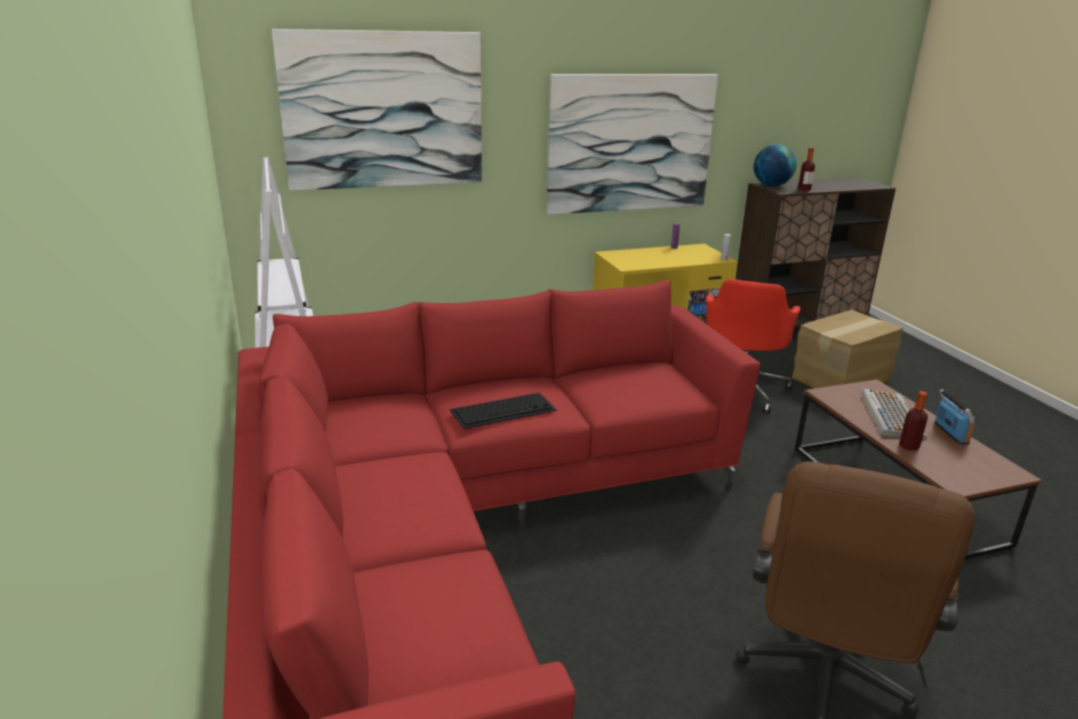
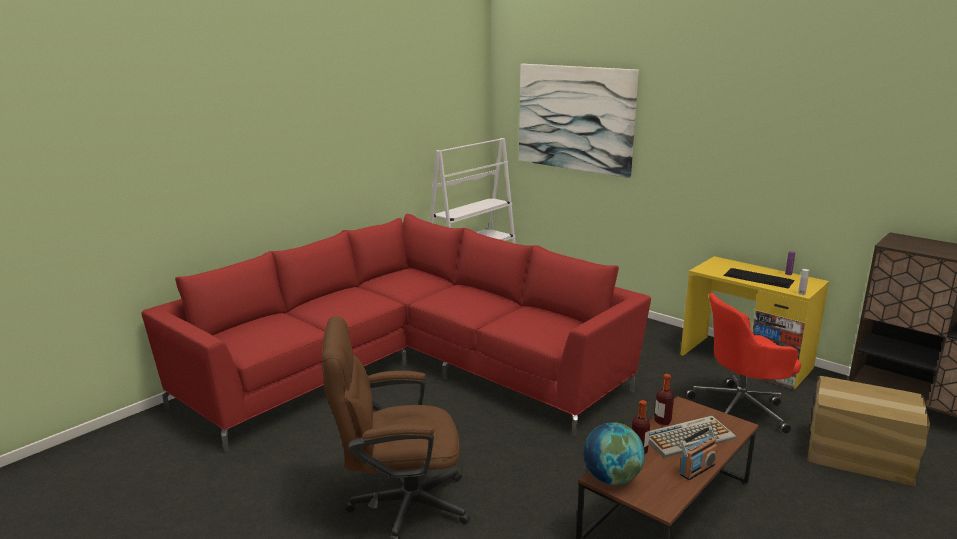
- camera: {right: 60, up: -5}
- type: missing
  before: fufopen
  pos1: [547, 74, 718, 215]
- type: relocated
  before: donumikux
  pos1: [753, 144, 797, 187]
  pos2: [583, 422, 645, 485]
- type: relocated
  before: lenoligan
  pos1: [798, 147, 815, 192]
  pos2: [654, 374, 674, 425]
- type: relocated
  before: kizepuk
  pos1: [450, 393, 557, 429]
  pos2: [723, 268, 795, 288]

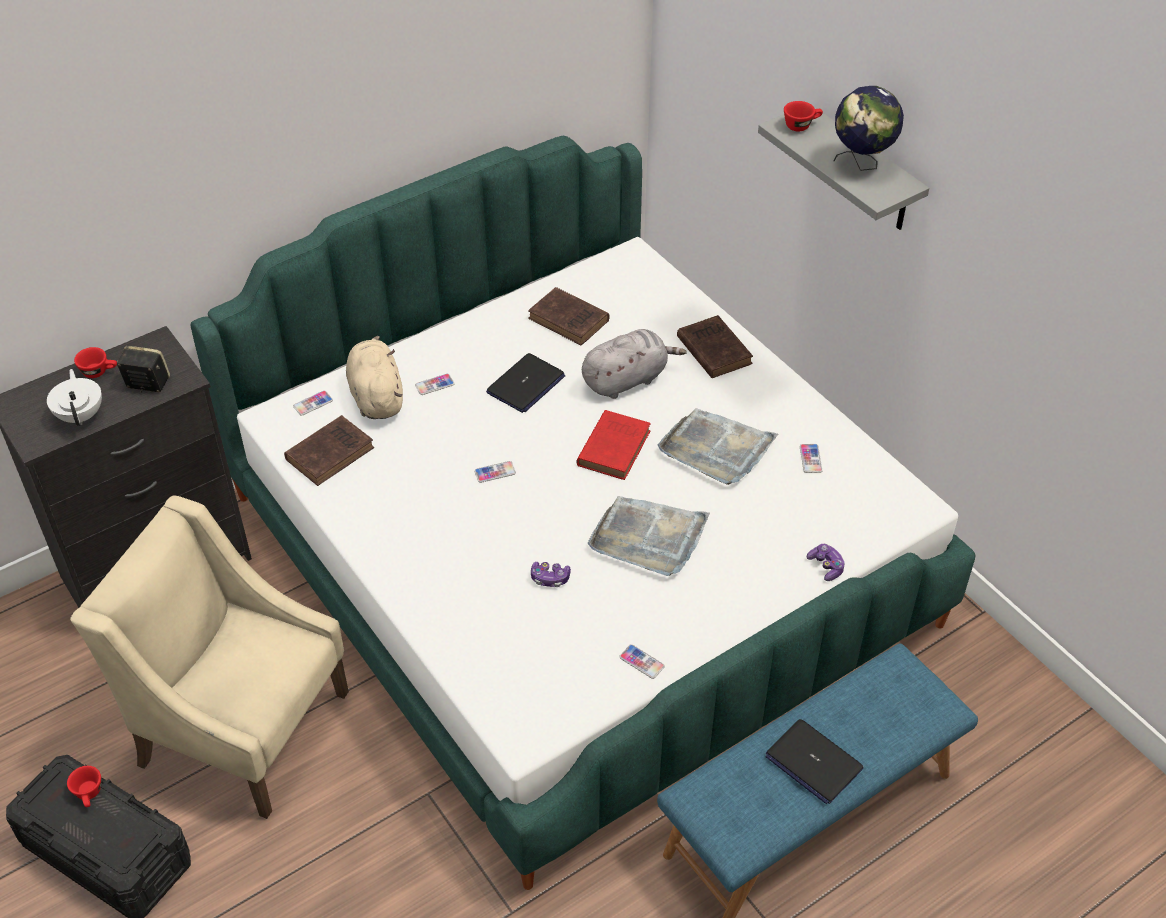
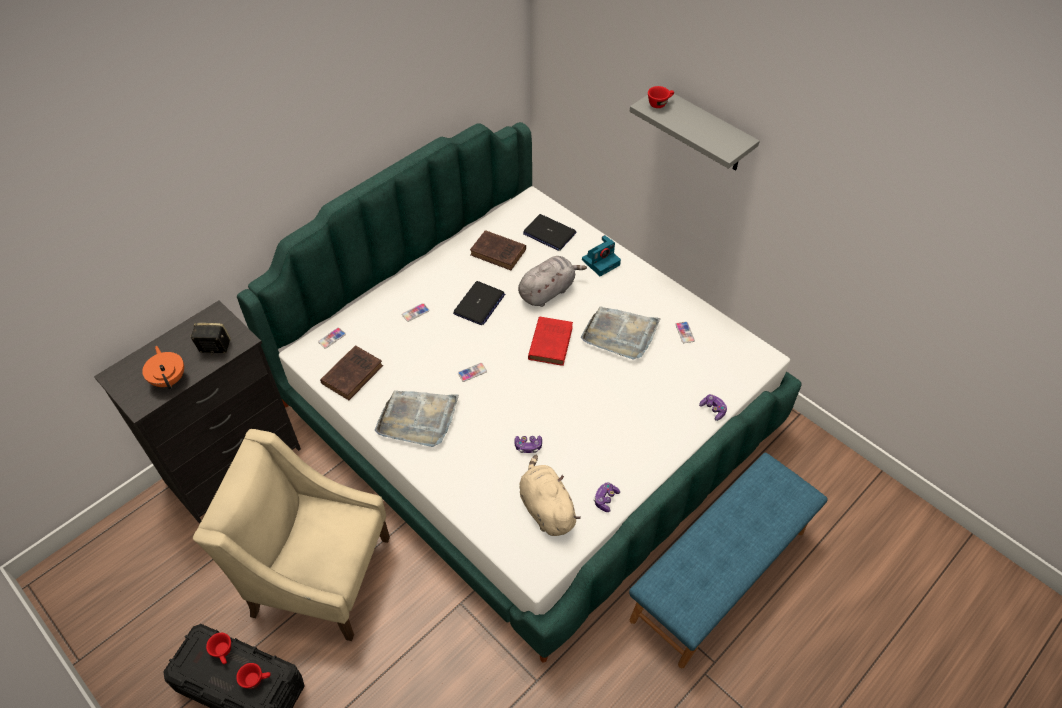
- camera: {right: -10, up: 5}
- type: missing
  before: donumikux
  pos1: [833, 86, 904, 171]
- type: exchanged
  before: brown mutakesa
  after: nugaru
  pos1: [677, 315, 753, 378]
  pos2: [582, 235, 621, 276]
- type: relocated
  before: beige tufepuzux
  pos1: [346, 336, 403, 419]
  pos2: [520, 455, 581, 536]
- type: relocated
  before: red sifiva
  pos1: [74, 347, 117, 378]
  pos2: [236, 663, 271, 689]
- type: colour
  before: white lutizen
  after: orange lutizen
  pos1: [47, 369, 102, 426]
  pos2: [142, 346, 184, 390]
- type: relocated
  before: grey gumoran
  pos1: [588, 496, 710, 576]
  pos2: [375, 390, 459, 447]
- type: exchanged
  before: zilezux
  after: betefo
  pos1: [619, 644, 665, 679]
  pos2: [594, 482, 620, 512]
- type: relocated
  before: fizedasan
  pos1: [765, 719, 864, 804]
  pos2: [523, 214, 576, 251]

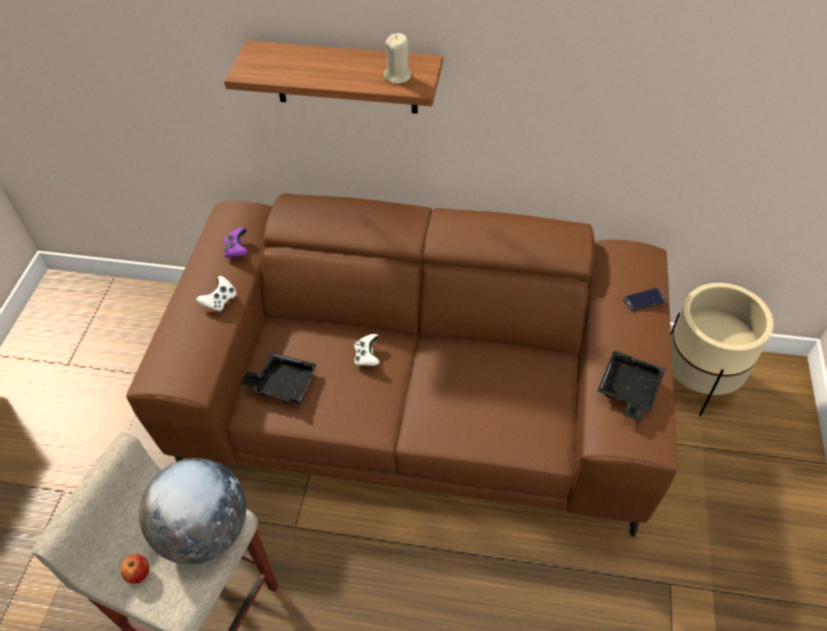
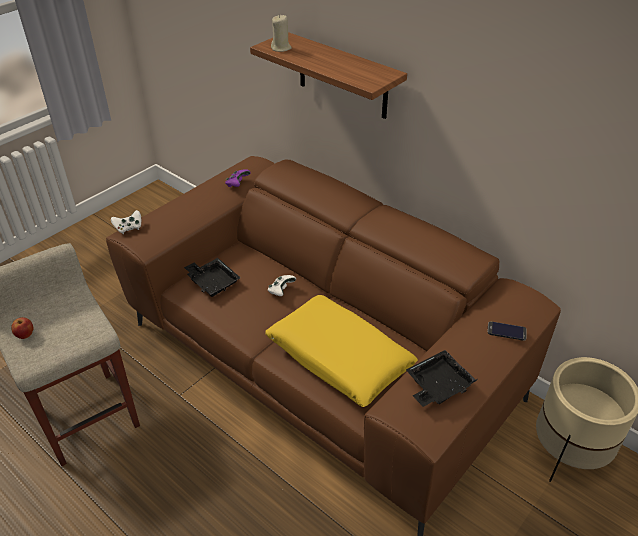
- camera: {right: 30, up: -10}
- type: relocated
  before: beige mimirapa
  pos1: [384, 33, 411, 84]
  pos2: [271, 15, 292, 52]
- type: relocated
  before: white betefo
  pos1: [196, 276, 237, 312]
  pos2: [111, 210, 141, 234]
- type: missing
  before: donumikux
  pos1: [139, 458, 246, 564]
- type: appeared
  after: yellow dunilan
  pos2: [265, 295, 418, 407]

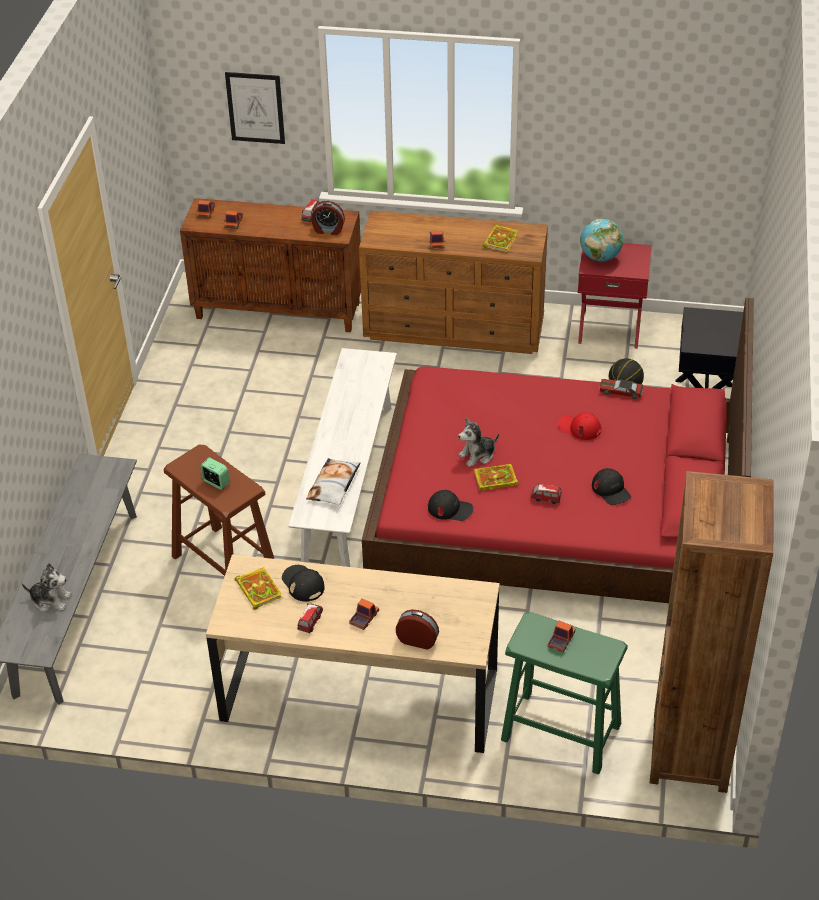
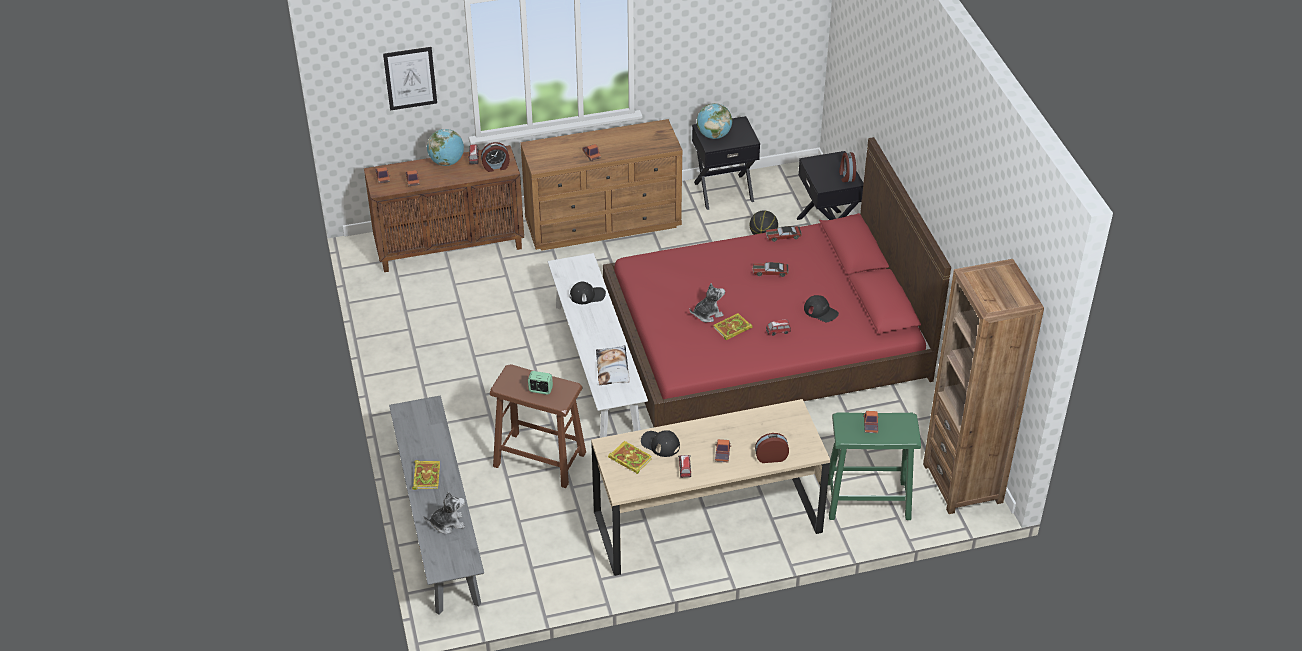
- camera: {right: -25, up: 0}
- type: relocated
  before: mutakesa
  pos1: [482, 224, 519, 252]
  pos2: [412, 460, 440, 490]
- type: colour
  before: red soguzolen
  after: black soguzolen
  pos1: [578, 243, 652, 349]
  pos2: [692, 116, 760, 210]
- type: exchanged
  before: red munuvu
  after: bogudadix
  pos1: [558, 412, 601, 440]
  pos2: [753, 262, 789, 277]
- type: spun
  before: tufepuzux
  pos1: [458, 418, 499, 467]
  pos2: [690, 283, 725, 322]
  turn: -150
- type: relocated
  before: black munuvu
  pos1: [428, 490, 473, 521]
  pos2: [570, 281, 606, 304]
- type: appeared
  after: donumikux
  pos2: [427, 129, 464, 166]
- type: appeared
  after: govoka
  pos2: [839, 152, 856, 182]

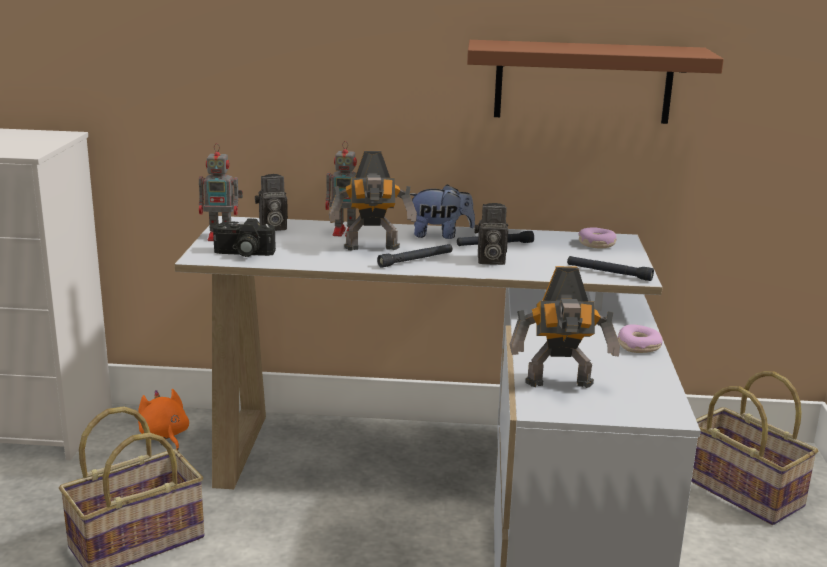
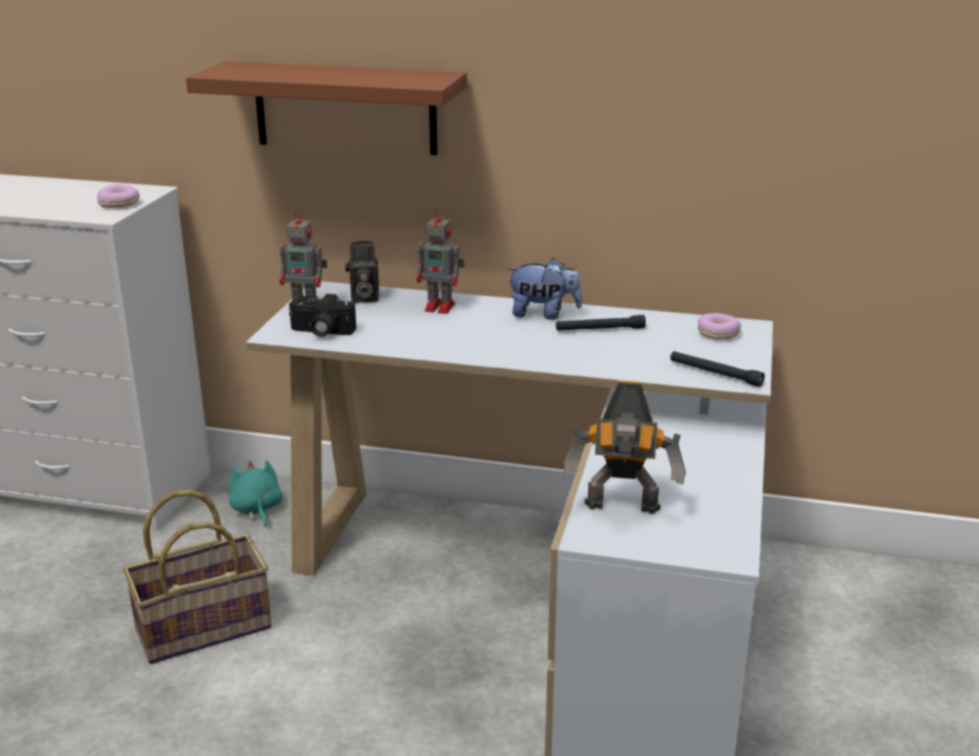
- camera: {right: 10, up: 5}
- type: relocated
  before: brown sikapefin
  pos1: [467, 40, 724, 124]
  pos2: [186, 61, 467, 155]
- type: missing
  before: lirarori
  pos1: [328, 151, 417, 251]
- type: missing
  before: nugaru
  pos1: [474, 203, 508, 265]
- type: missing
  before: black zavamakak
  pos1: [377, 244, 452, 268]
- type: relocated
  before: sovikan
  pos1: [617, 324, 663, 353]
  pos2: [97, 184, 140, 208]
- type: missing
  before: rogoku
  pos1: [692, 371, 818, 525]
- type: colour
  before: orange tufepuzux
  after: turquoise tufepuzux
  pos1: [138, 389, 189, 450]
  pos2: [229, 460, 283, 527]

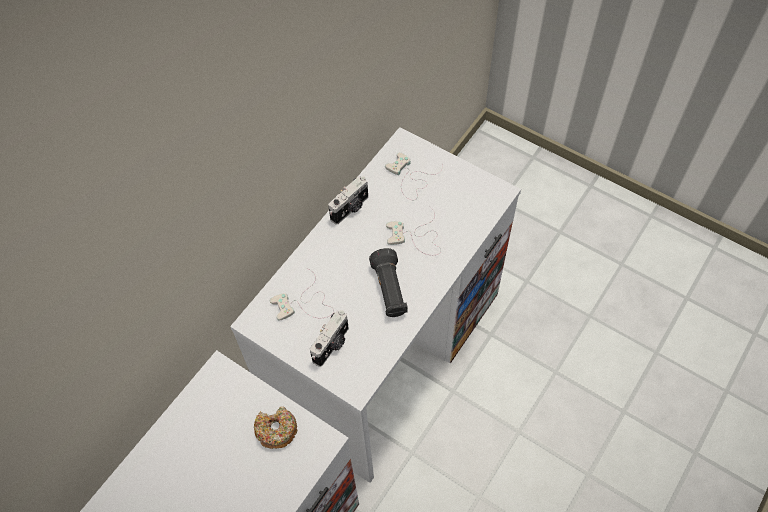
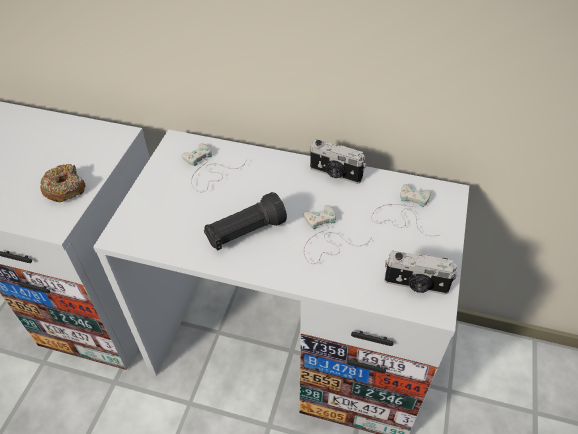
- camera: {right: 70, up: -10}
- type: relocated
  before: nugaru
  pos1: [310, 310, 349, 367]
  pos2: [385, 251, 457, 295]

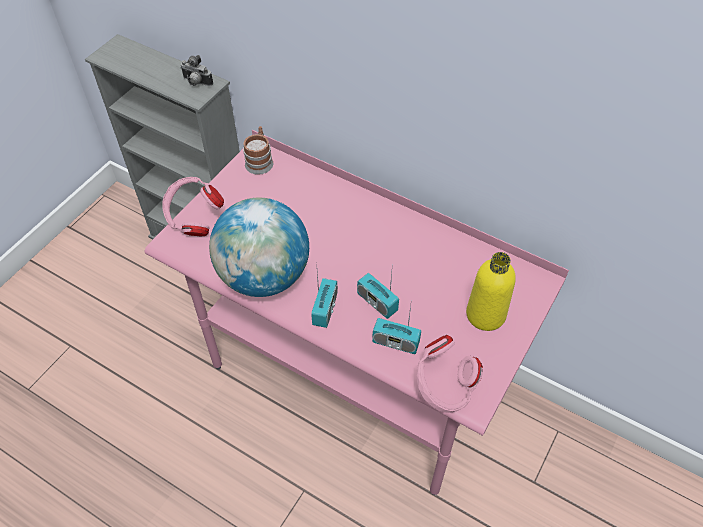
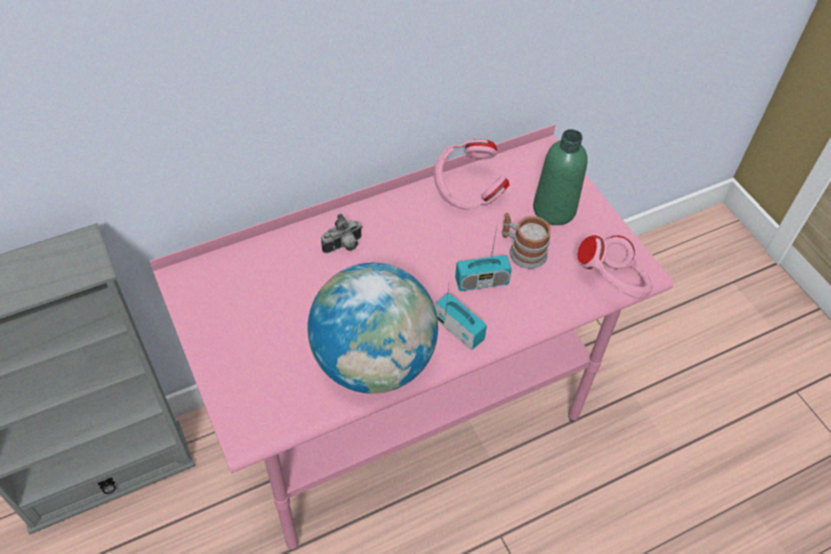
- camera: {right: -60, up: 0}
- type: relocated
  before: nugaru
  pos1: [180, 55, 213, 86]
  pos2: [321, 214, 362, 253]
- type: relocated
  before: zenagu
  pos1: [243, 126, 273, 175]
  pos2: [502, 213, 551, 269]
- type: relocated
  before: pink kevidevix
  pos1: [162, 177, 224, 236]
  pos2: [434, 139, 509, 210]
- type: colour
  before: yellow lenoligan
  after: green lenoligan
  pos1: [466, 252, 516, 331]
  pos2: [533, 129, 587, 225]
- type: missing
  before: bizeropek
  pos1: [372, 306, 421, 354]

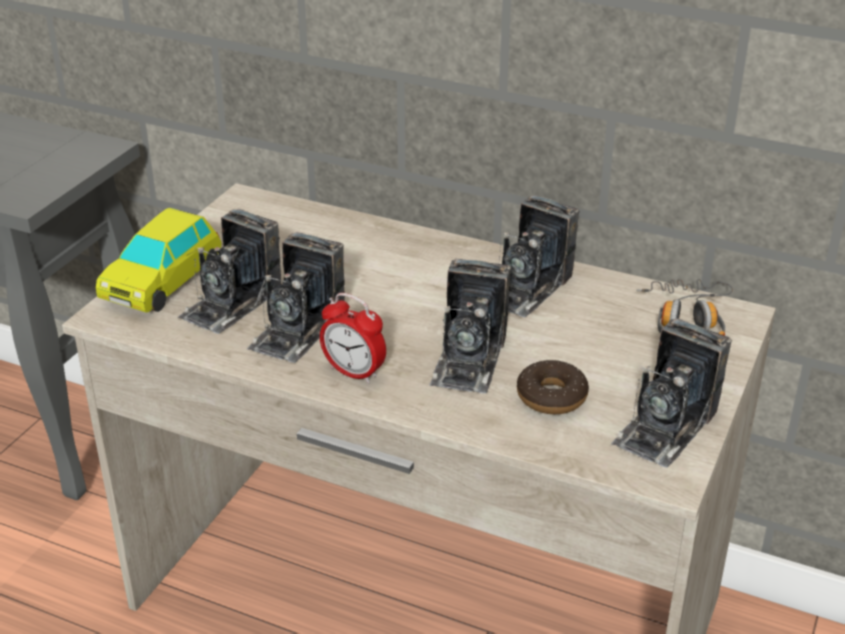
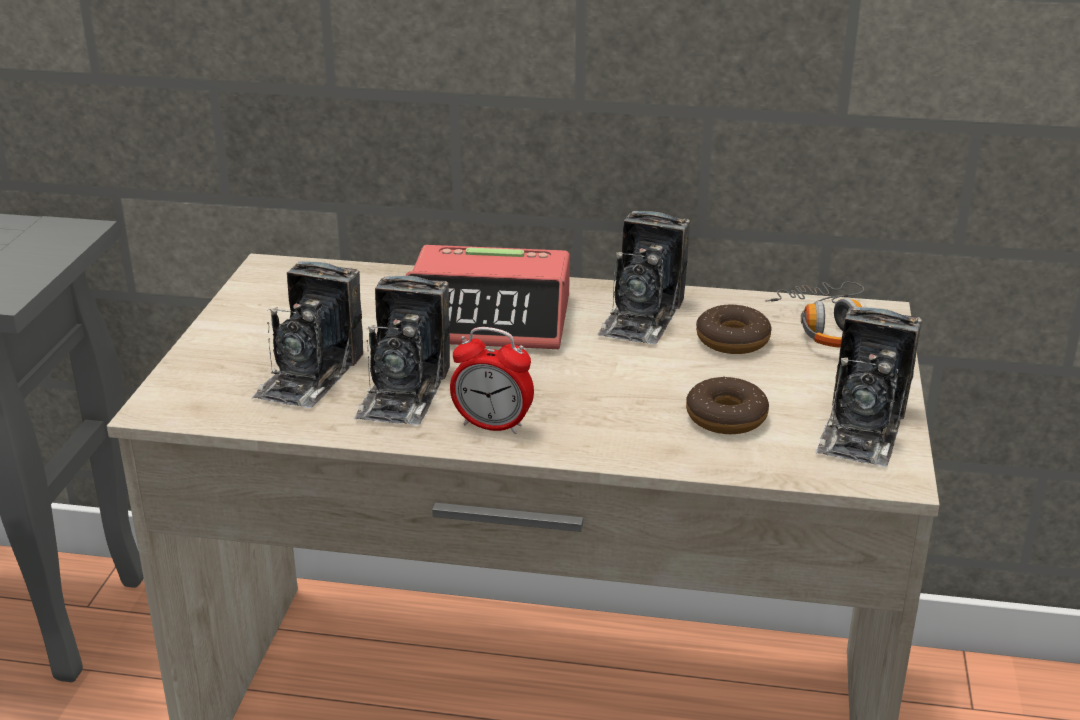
- camera: {right: -15, up: -5}
- type: missing
  before: bogudadix
  pos1: [96, 208, 222, 312]
- type: missing
  before: nugaru
  pos1: [429, 259, 511, 394]
- type: appeared
  after: govoka
  pos2: [405, 245, 570, 349]
- type: appeared
  after: sovikan
  pos2: [696, 304, 771, 354]

